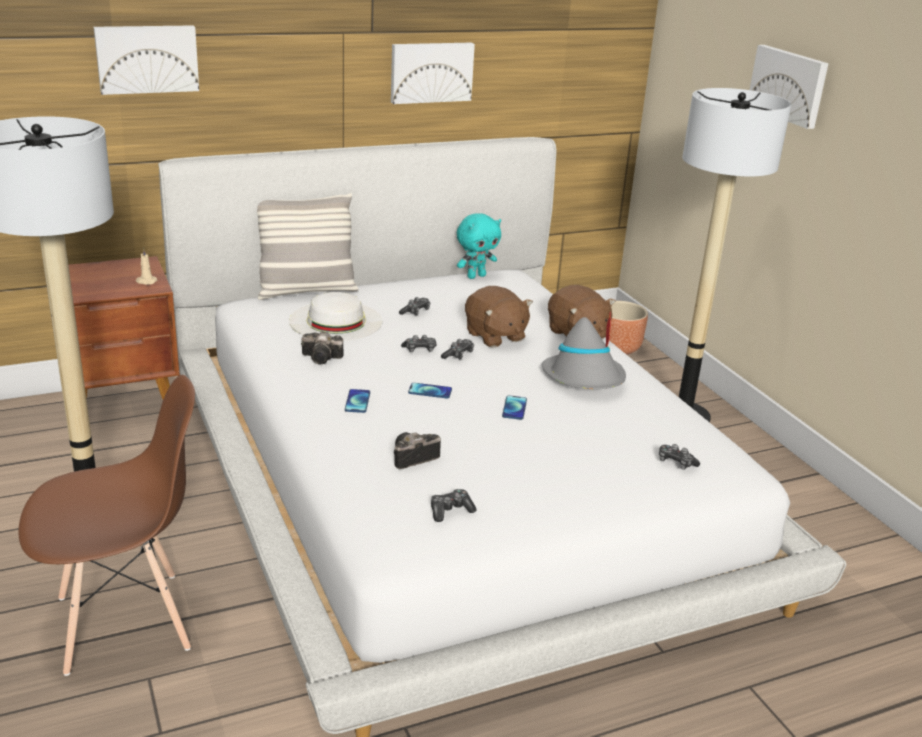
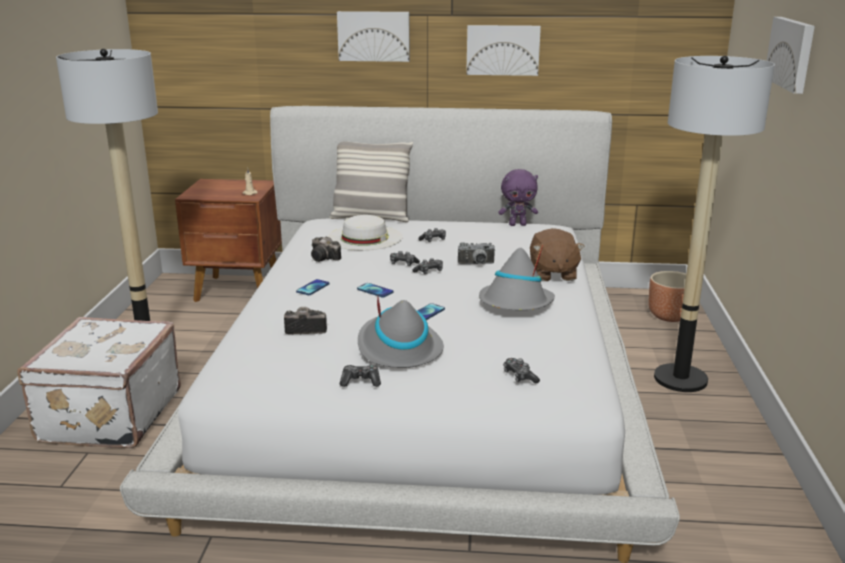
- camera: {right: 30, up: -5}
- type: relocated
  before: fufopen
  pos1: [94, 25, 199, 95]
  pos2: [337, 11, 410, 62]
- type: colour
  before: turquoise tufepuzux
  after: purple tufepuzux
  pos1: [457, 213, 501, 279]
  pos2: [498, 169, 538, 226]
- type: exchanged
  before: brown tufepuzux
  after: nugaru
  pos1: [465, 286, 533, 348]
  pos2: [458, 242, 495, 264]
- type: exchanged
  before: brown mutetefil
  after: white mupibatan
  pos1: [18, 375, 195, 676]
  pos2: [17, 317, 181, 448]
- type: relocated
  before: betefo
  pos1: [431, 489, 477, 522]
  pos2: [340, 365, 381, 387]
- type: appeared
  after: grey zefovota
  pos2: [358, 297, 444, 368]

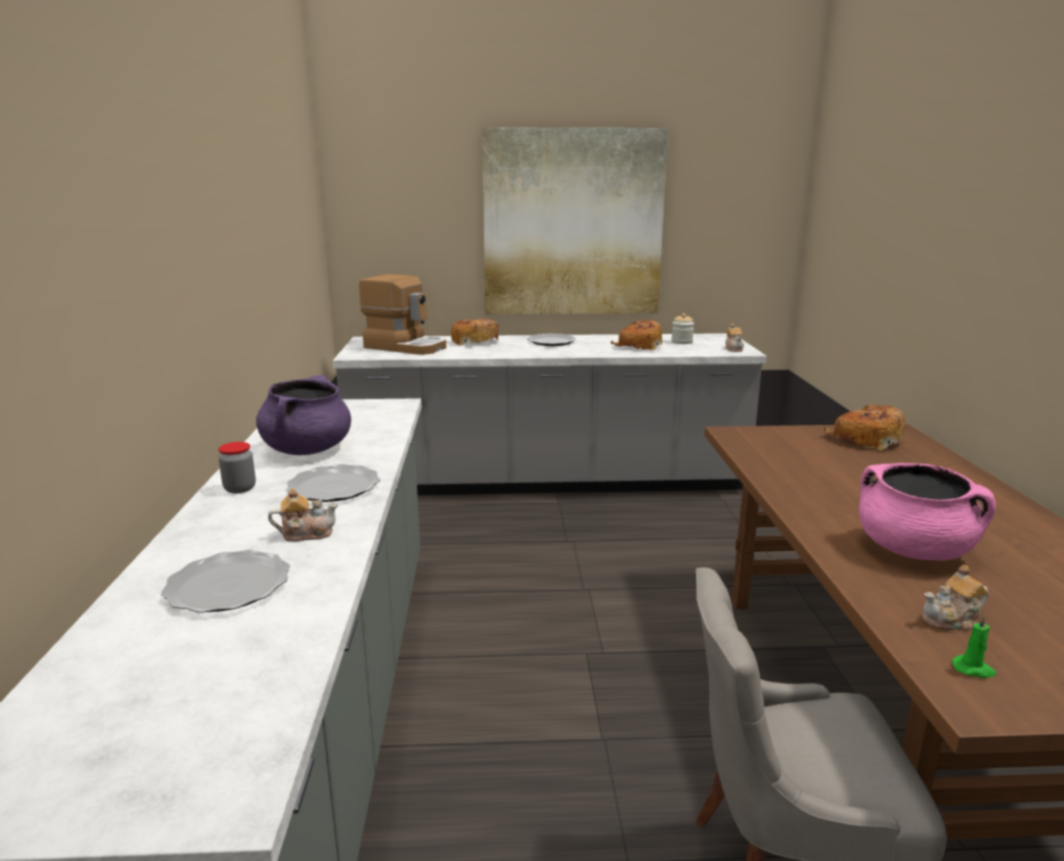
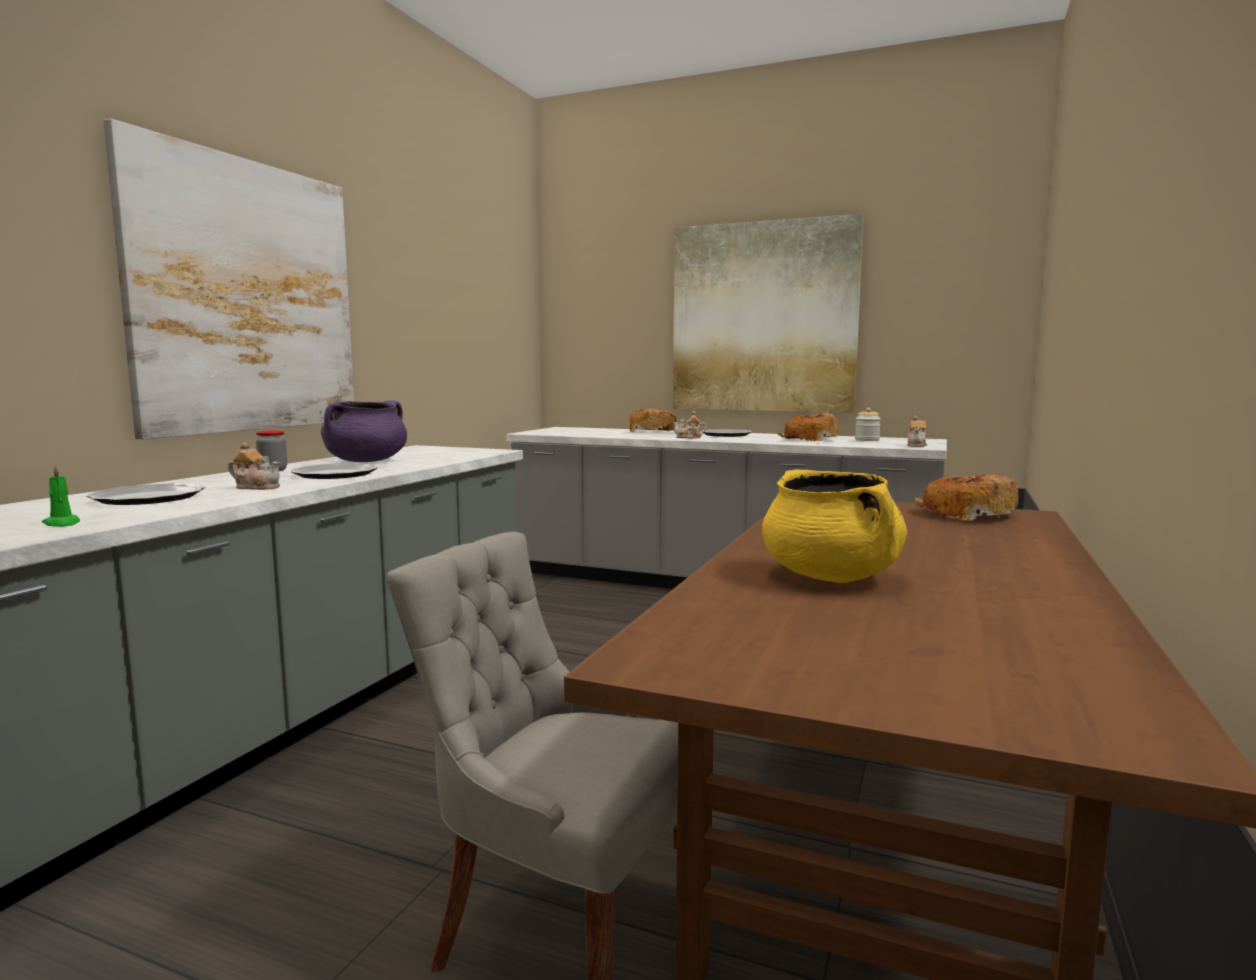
- camera: {right: 25, up: -10}
- type: missing
  before: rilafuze
  pos1: [359, 274, 446, 355]
- type: colour
  before: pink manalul
  after: yellow manalul
  pos1: [859, 463, 996, 561]
  pos2: [762, 469, 907, 583]
- type: relocated
  before: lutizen
  pos1: [922, 565, 989, 630]
  pos2: [673, 411, 707, 439]
- type: relocated
  before: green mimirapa
  pos1: [952, 614, 996, 678]
  pos2: [42, 465, 80, 527]
- type: appeared
  after: fufopen
  pos2: [103, 119, 354, 439]

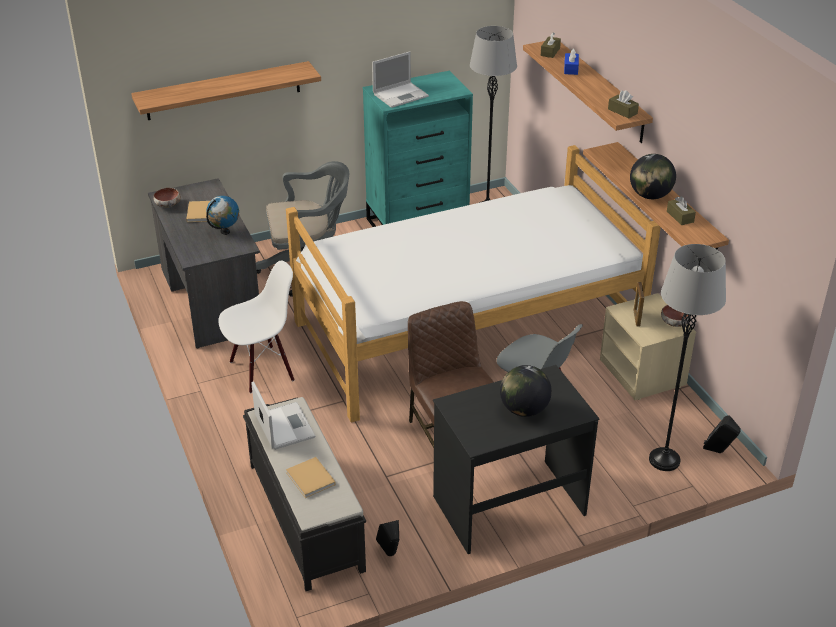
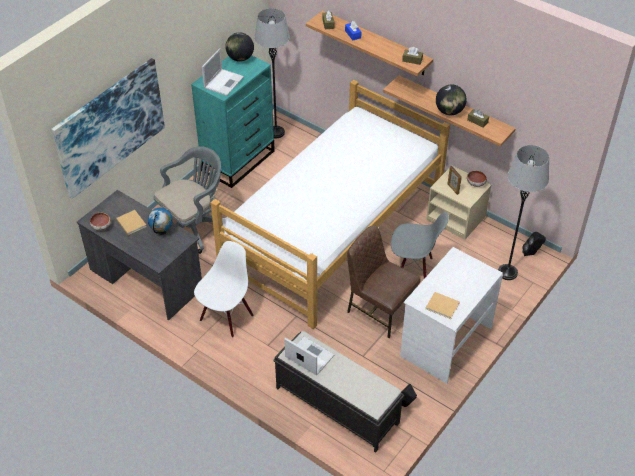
- camera: {right: -30, up: 10}
- type: exchanged
  before: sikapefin
  after: fufopen
  pos1: [131, 61, 321, 120]
  pos2: [51, 58, 165, 199]
- type: colour
  before: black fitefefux
  after: white fitefefux
  pos1: [433, 365, 600, 554]
  pos2: [400, 247, 503, 384]
- type: relocated
  before: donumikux
  pos1: [500, 365, 552, 417]
  pos2: [225, 32, 254, 62]
- type: relocated
  before: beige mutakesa
  pos1: [286, 457, 336, 498]
  pos2: [426, 292, 460, 319]

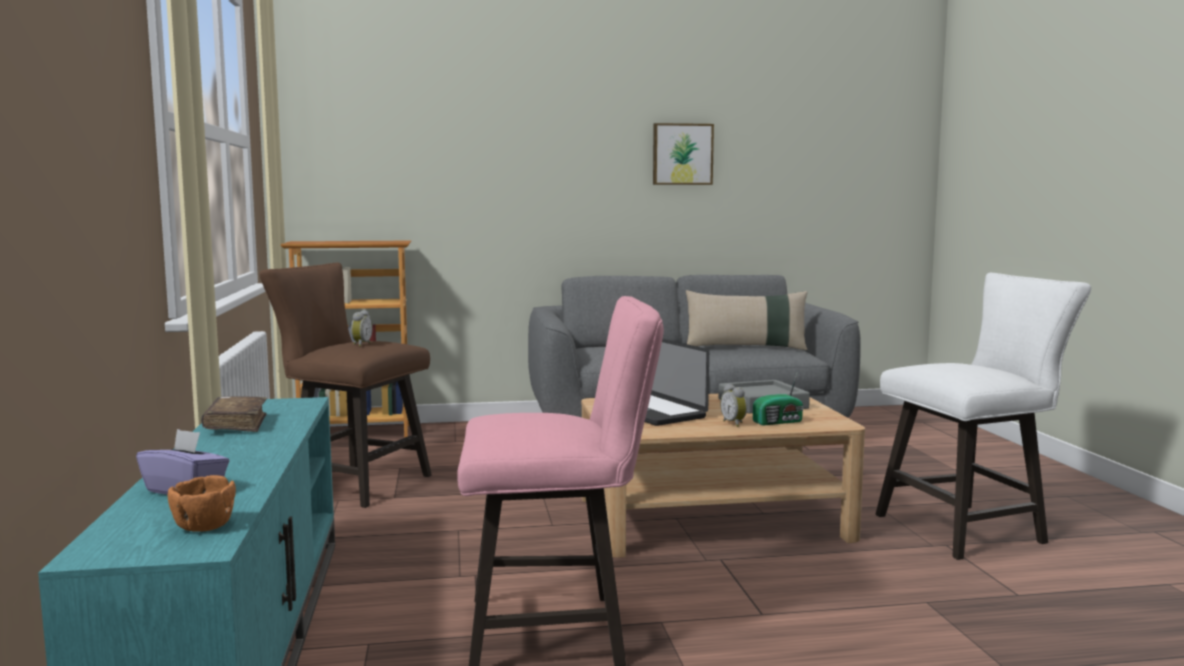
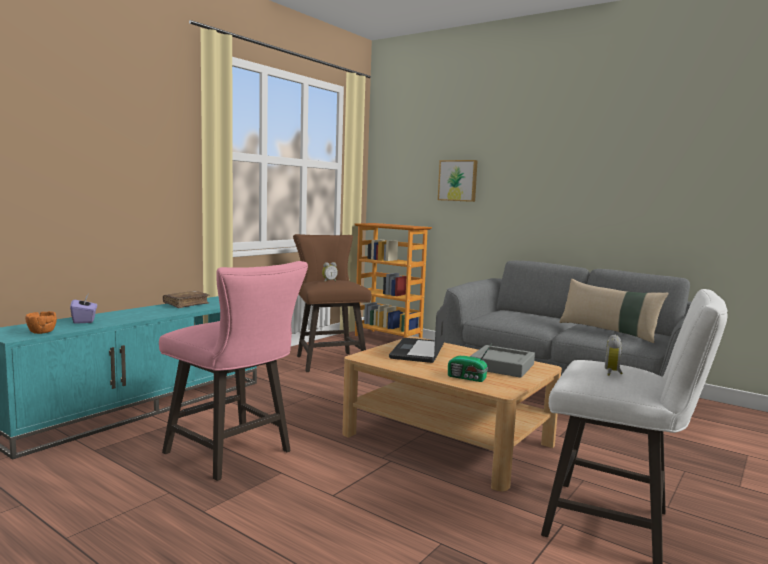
- camera: {right: 45, up: 0}
- type: relocated
  before: fufopen
  pos1: [653, 123, 714, 185]
  pos2: [438, 160, 478, 202]
- type: relocated
  before: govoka
  pos1: [720, 384, 747, 427]
  pos2: [605, 335, 623, 376]

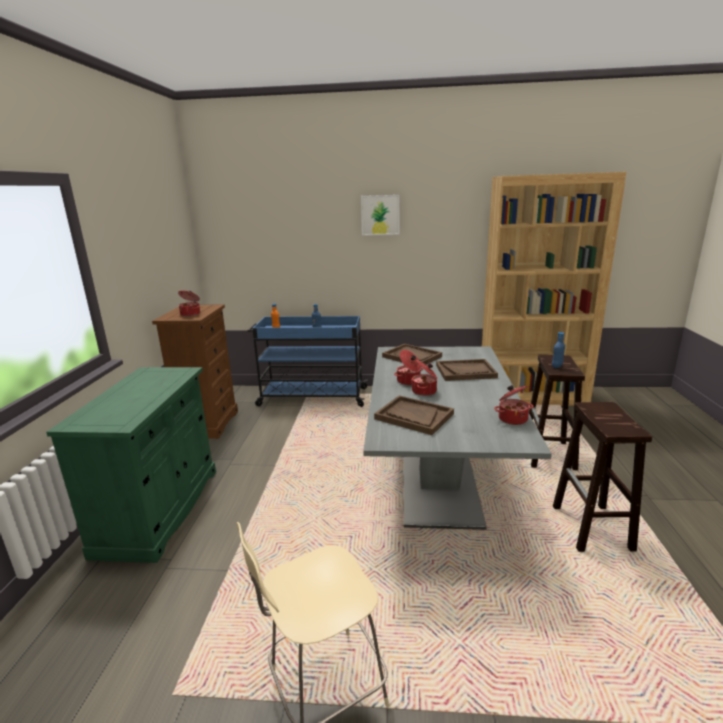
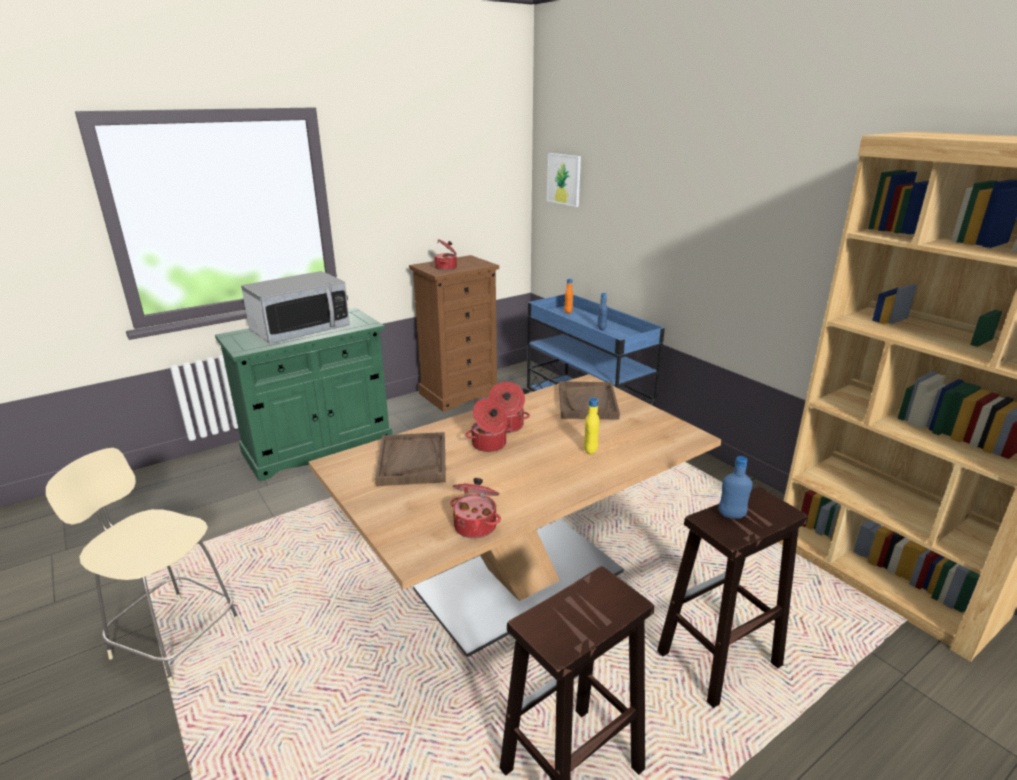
- camera: {right: 50, up: 5}
- type: relocated
  before: fufopen
  pos1: [361, 195, 399, 235]
  pos2: [547, 153, 581, 207]
- type: colour
  before: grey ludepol
  after: brown ludepol
  pos1: [363, 346, 552, 530]
  pos2: [309, 374, 722, 657]
- type: exchanged
  before: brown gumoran
  after: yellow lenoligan
  pos1: [436, 359, 498, 381]
  pos2: [584, 398, 599, 455]
- type: appeared
  after: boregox
  pos2: [241, 271, 350, 344]

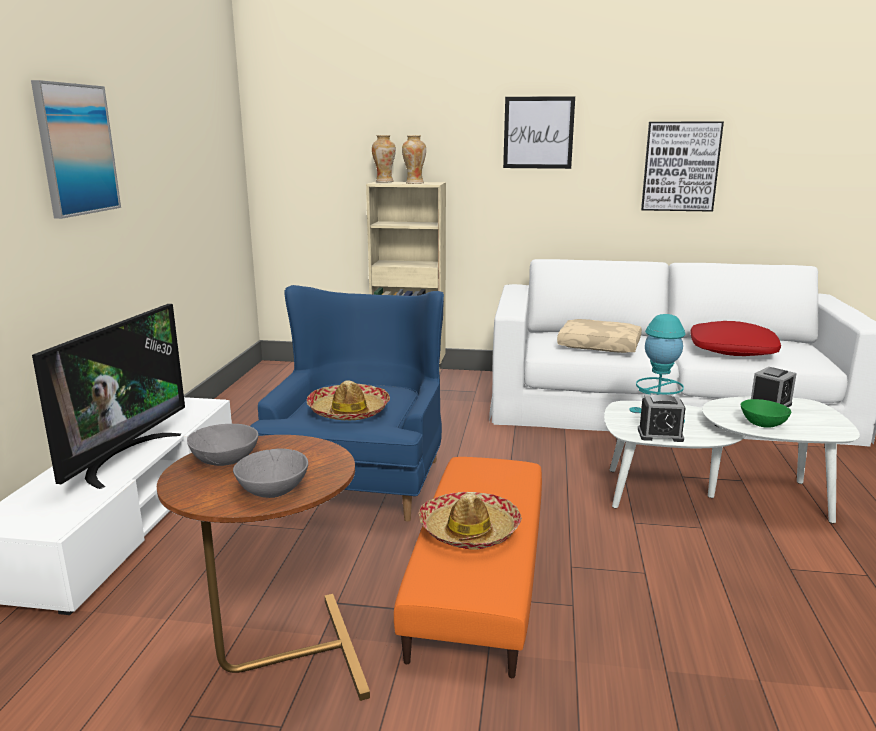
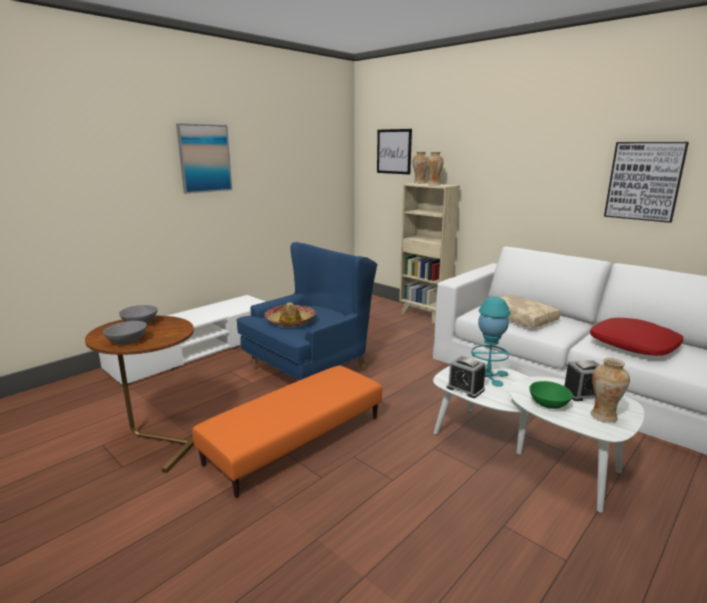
- camera: {right: 35, up: 0}
- type: relocated
  before: fufopen
  pos1: [503, 96, 575, 169]
  pos2: [377, 129, 412, 175]
- type: missing
  before: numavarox
  pos1: [32, 304, 185, 489]
- type: missing
  before: zefovota
  pos1: [419, 492, 522, 550]
- type: appeared
  after: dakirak
  pos2: [590, 358, 630, 423]

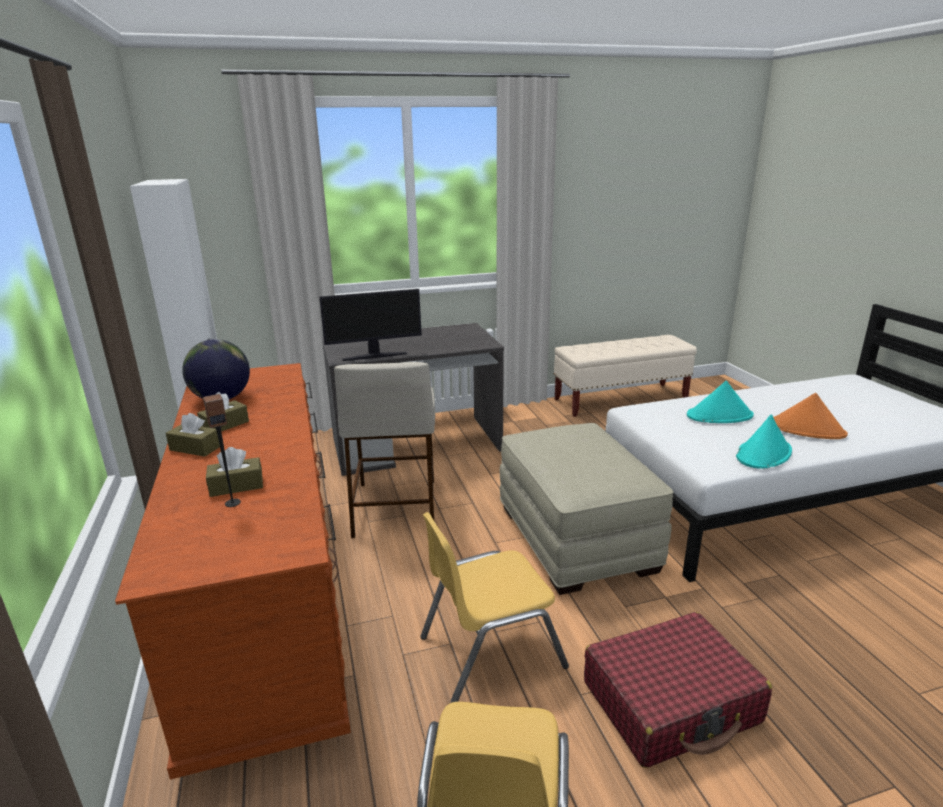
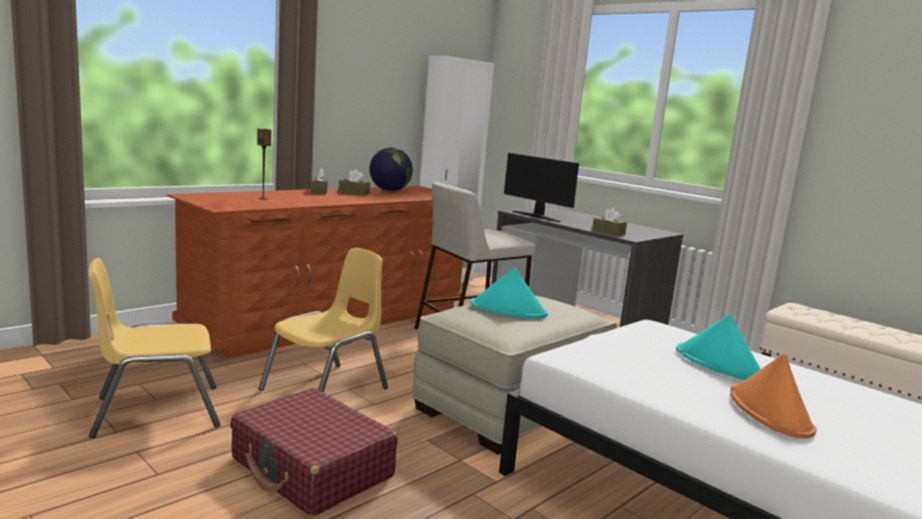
- camera: {right: 60, up: -10}
- type: relocated
  before: turquoise zefovota
  pos1: [736, 414, 792, 469]
  pos2: [470, 267, 548, 318]
- type: relocated
  before: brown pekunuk
  pos1: [206, 447, 263, 497]
  pos2: [592, 208, 627, 236]
- type: spun
  before: yellow mutetefil
  pos1: [420, 512, 569, 703]
  pos2: [259, 248, 388, 393]
  turn: 90

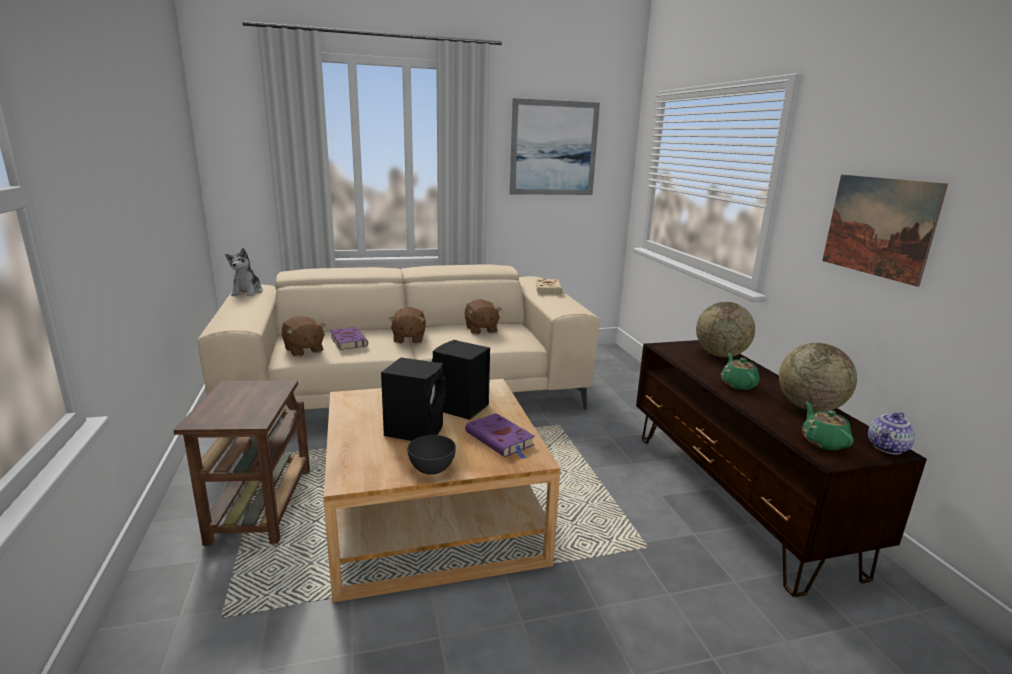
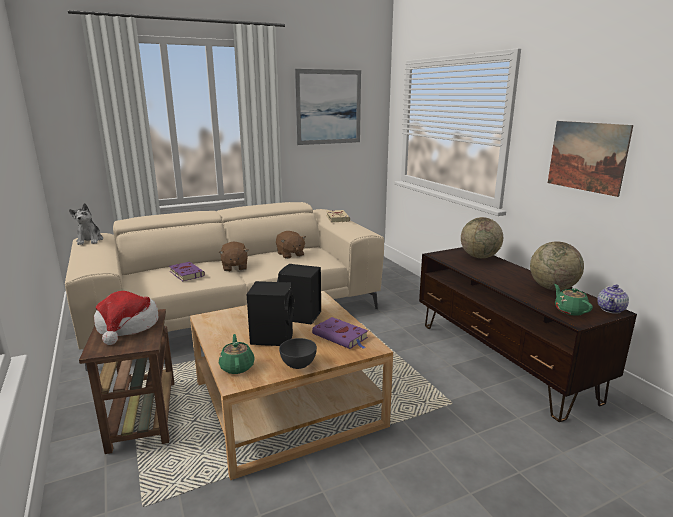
- camera: {right: -10, up: 0}
- type: missing
  before: brown tufepuzux
  pos1: [281, 316, 325, 357]
- type: relocated
  before: green lutizen
  pos1: [721, 353, 760, 390]
  pos2: [219, 334, 255, 374]
- type: appeared
  after: zefovota
  pos2: [94, 291, 159, 345]

